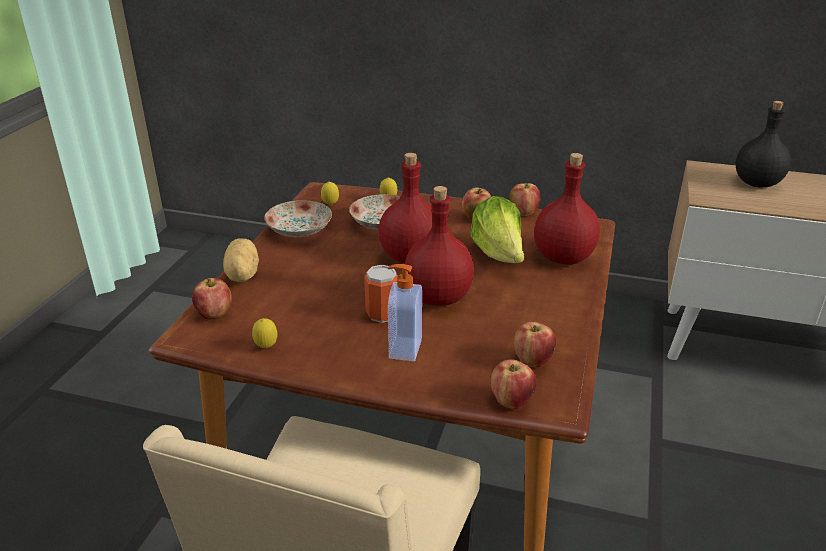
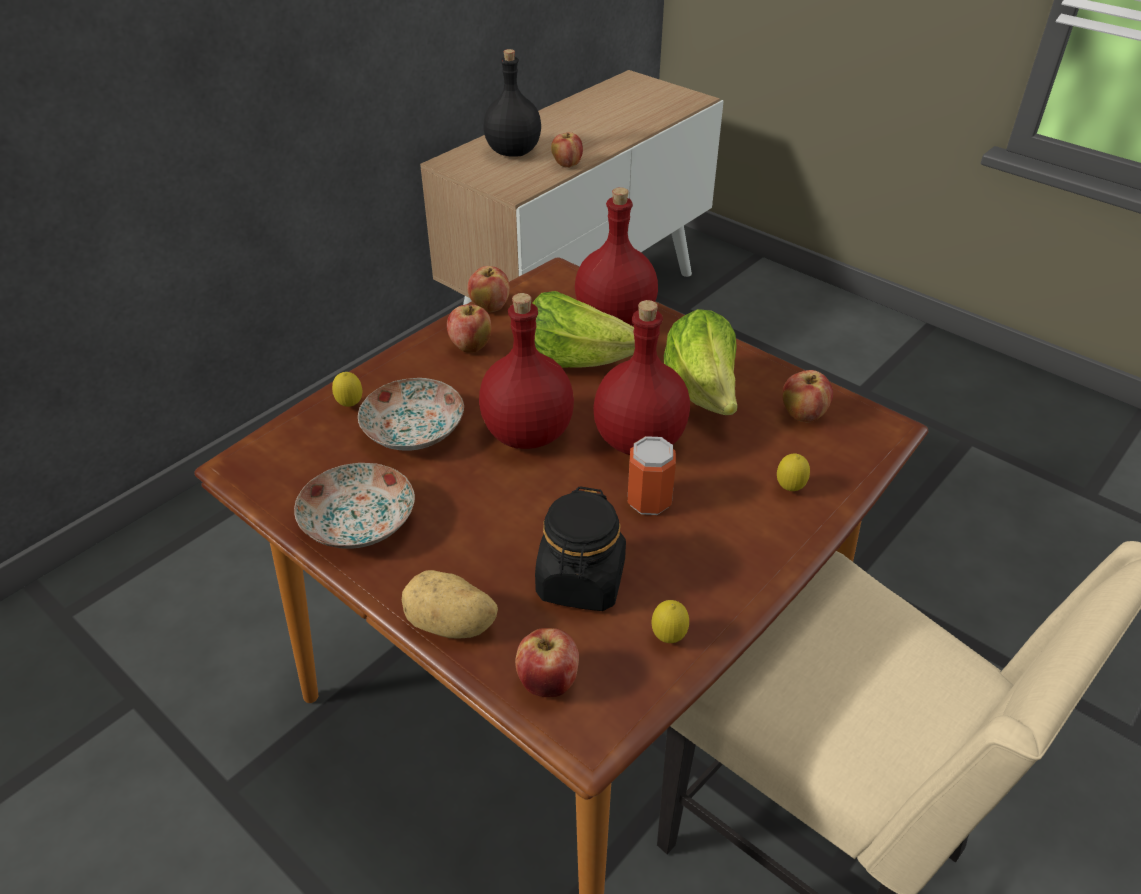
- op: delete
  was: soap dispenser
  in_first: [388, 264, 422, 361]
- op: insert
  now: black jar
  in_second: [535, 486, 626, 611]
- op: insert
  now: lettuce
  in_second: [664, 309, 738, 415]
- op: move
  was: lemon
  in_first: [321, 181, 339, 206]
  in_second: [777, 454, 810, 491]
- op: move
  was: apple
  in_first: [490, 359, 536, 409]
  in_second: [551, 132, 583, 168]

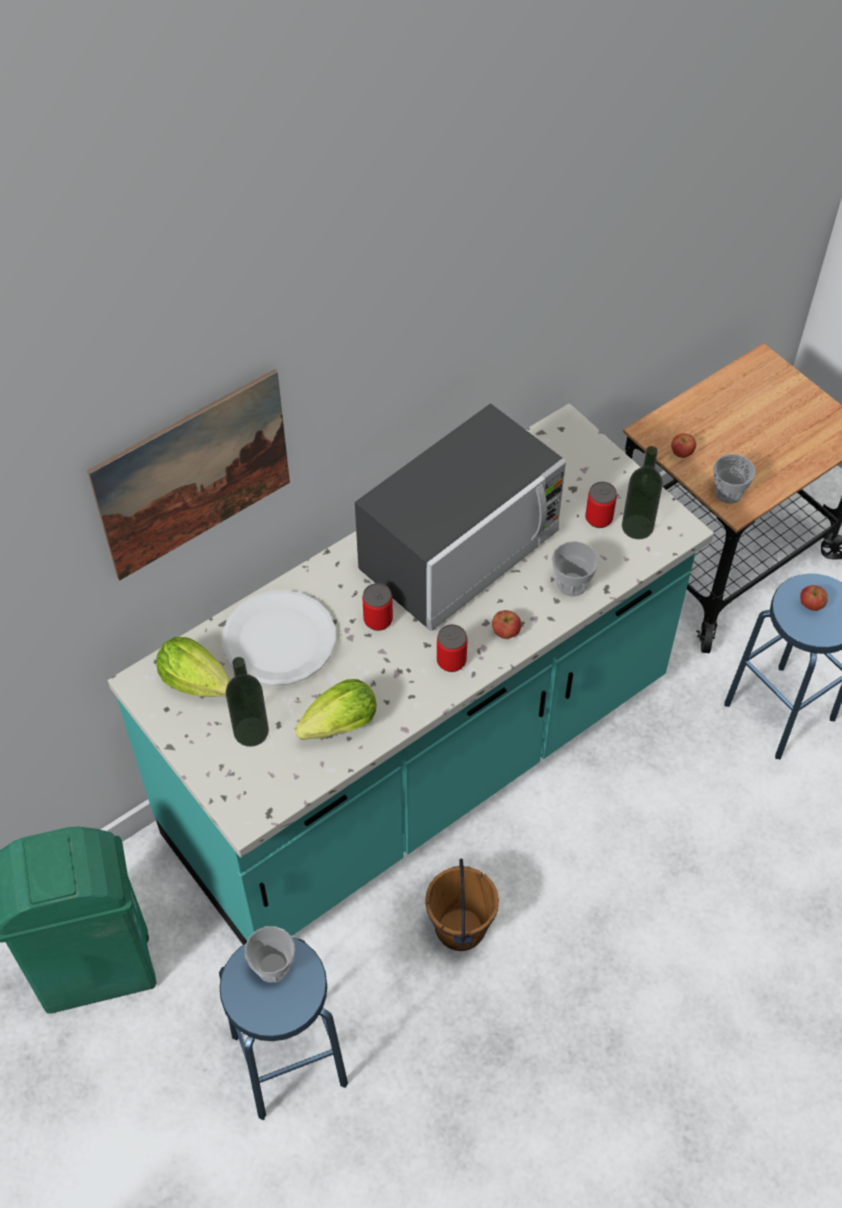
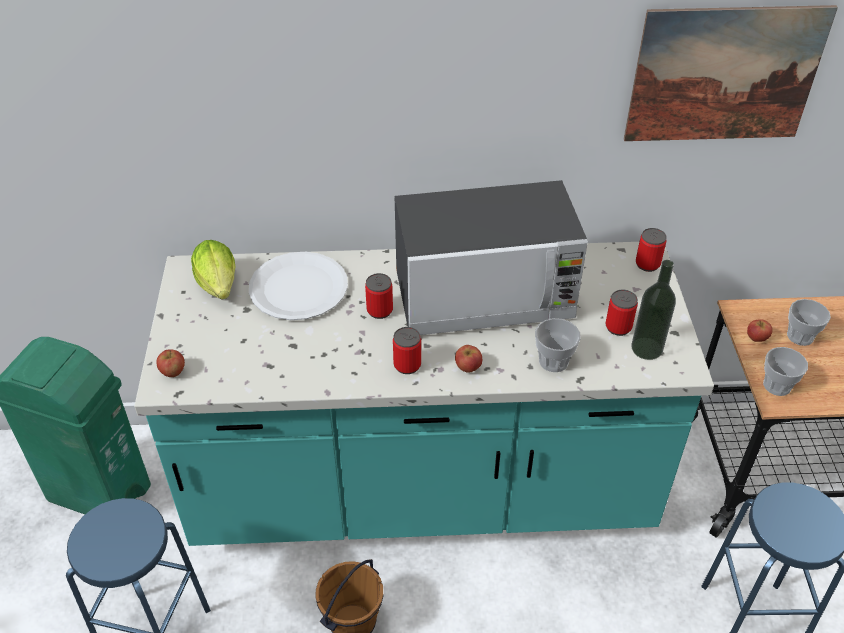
- op: delete
  was: bottle
  in_first: [226, 657, 269, 747]
- op: delete
  was: lettuce
  in_first: [295, 679, 376, 740]
- op: insert
  now: can
  in_second: [636, 228, 667, 272]
- op: move
  was: picture
  in_first: [87, 369, 290, 581]
  in_second: [624, 5, 838, 141]
- op: move
  was: cup
  in_first: [245, 926, 295, 983]
  in_second: [787, 299, 831, 346]
- op: move
  was: apple
  in_first: [800, 585, 828, 611]
  in_second: [156, 349, 185, 377]

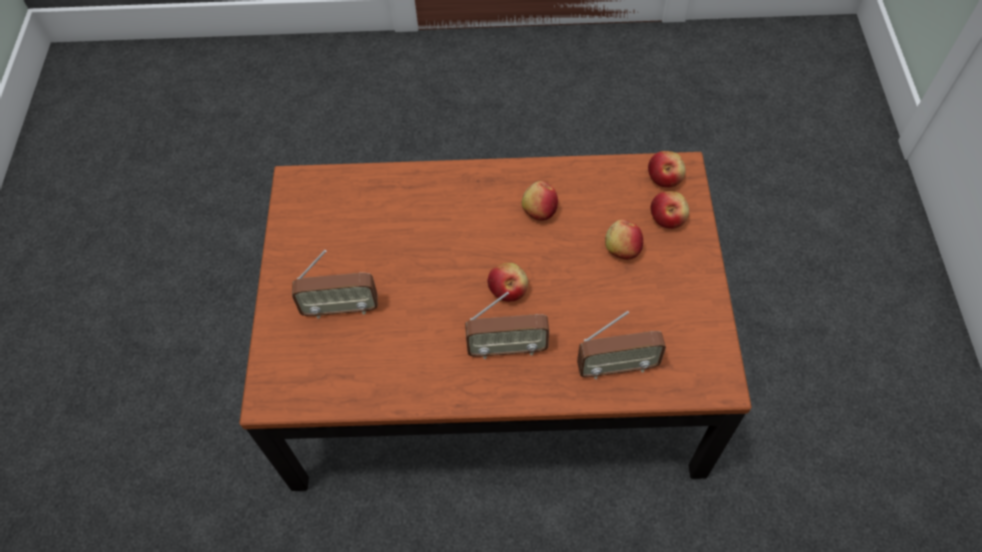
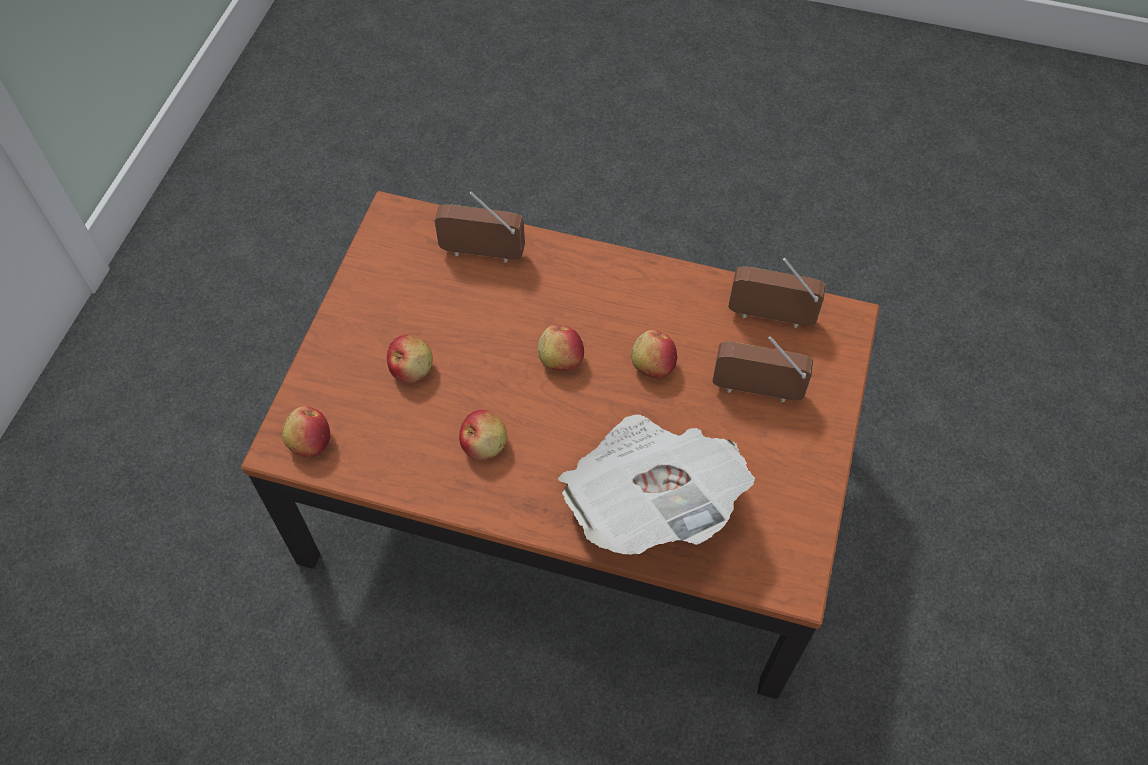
- op: insert
  now: newspaper
  in_second: [558, 414, 755, 555]
- op: move
  was: radio
  in_first: [465, 292, 549, 359]
  in_second: [728, 258, 826, 328]
- op: move
  was: apple
  in_first: [651, 191, 689, 229]
  in_second: [631, 330, 677, 379]

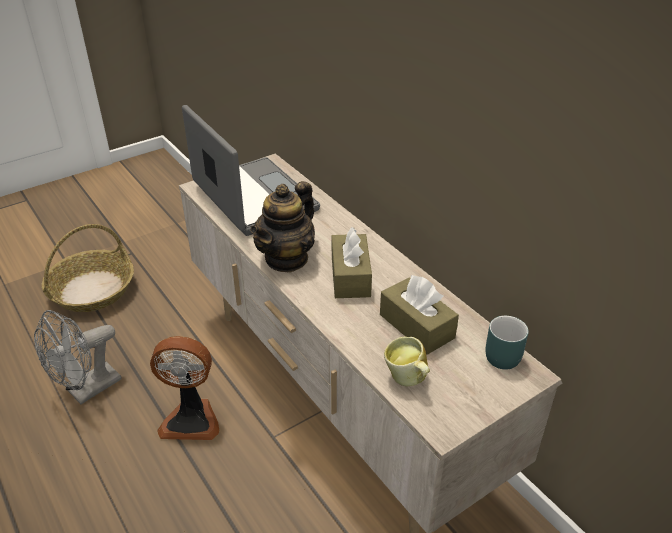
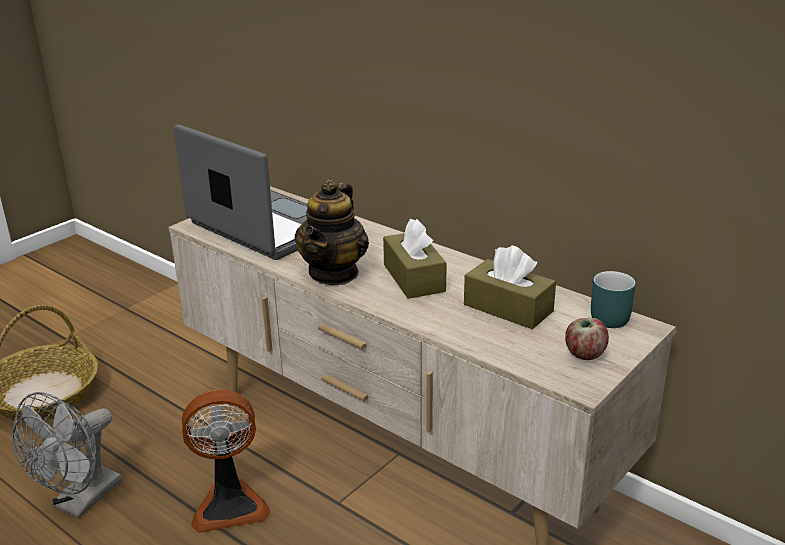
- op: delete
  was: mug
  in_first: [384, 337, 430, 386]
- op: insert
  now: apple
  in_second: [565, 318, 609, 360]

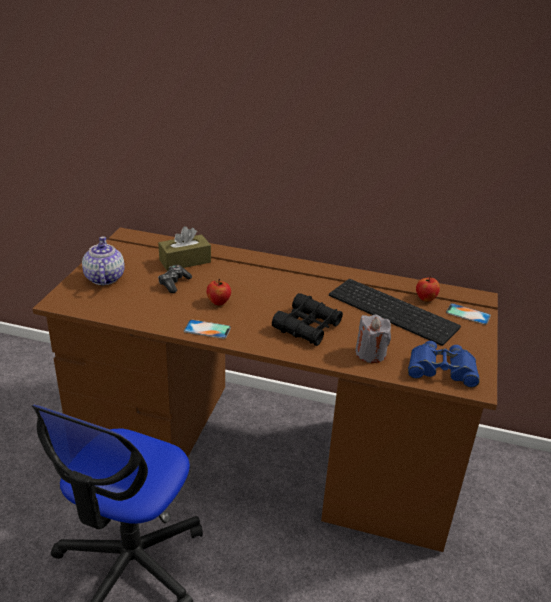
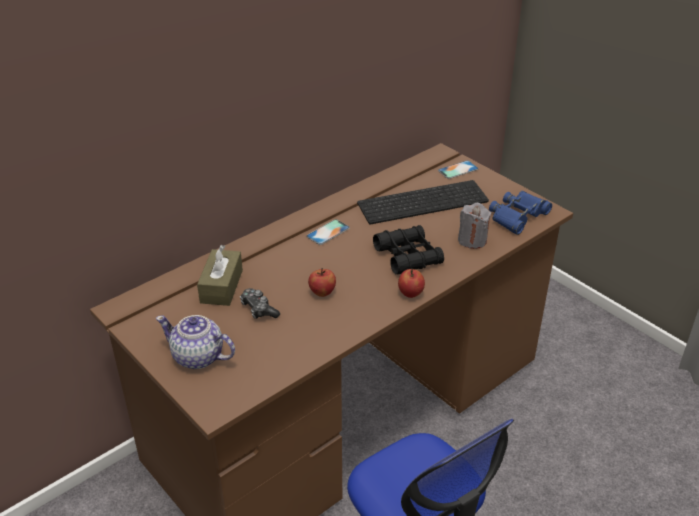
- op: move
  was: phone
  in_first: [184, 320, 231, 339]
  in_second: [306, 219, 350, 245]
- op: move
  was: apple
  in_first: [416, 275, 440, 302]
  in_second: [398, 269, 425, 298]

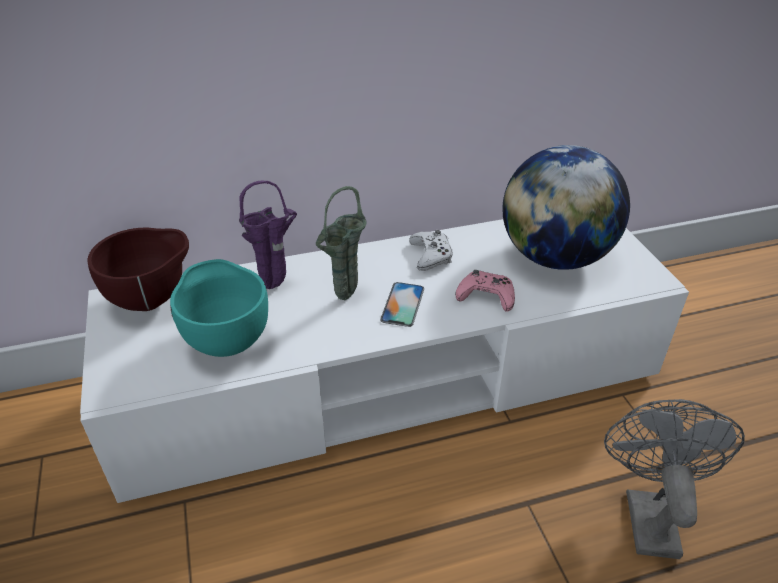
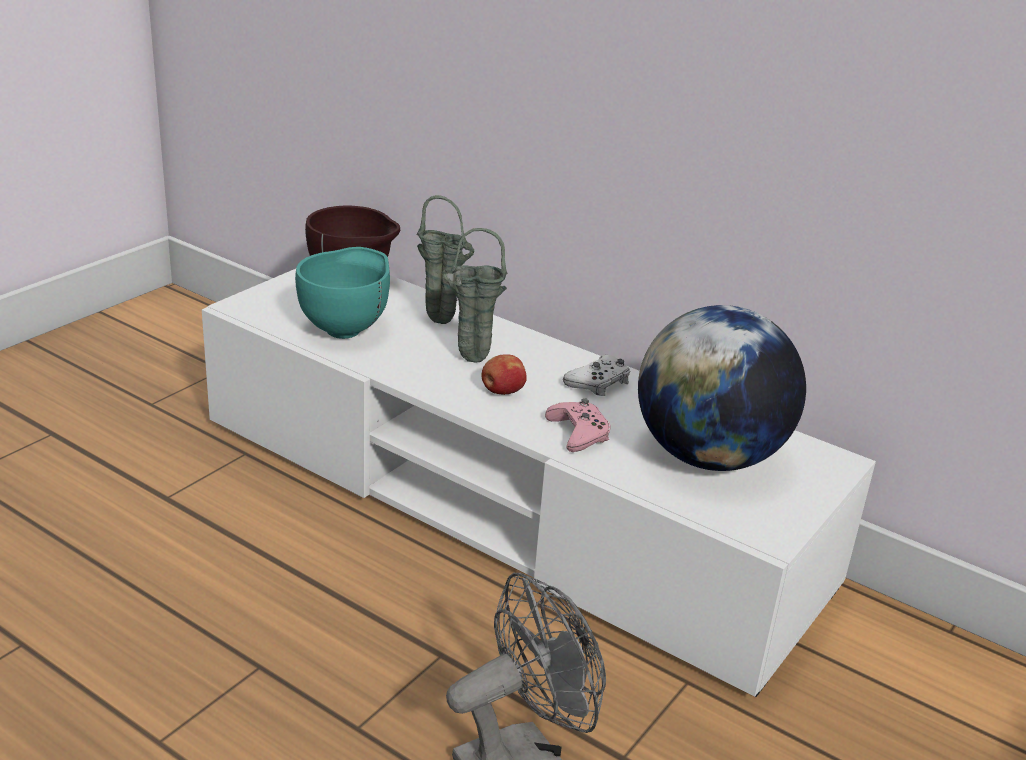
- op: replace
  was: phone
  now: apple
  in_first: [380, 282, 424, 327]
  in_second: [481, 354, 527, 395]
- op: recolor
  was: purple vase
  now: green vase
  in_first: [239, 181, 297, 289]
  in_second: [417, 195, 474, 324]

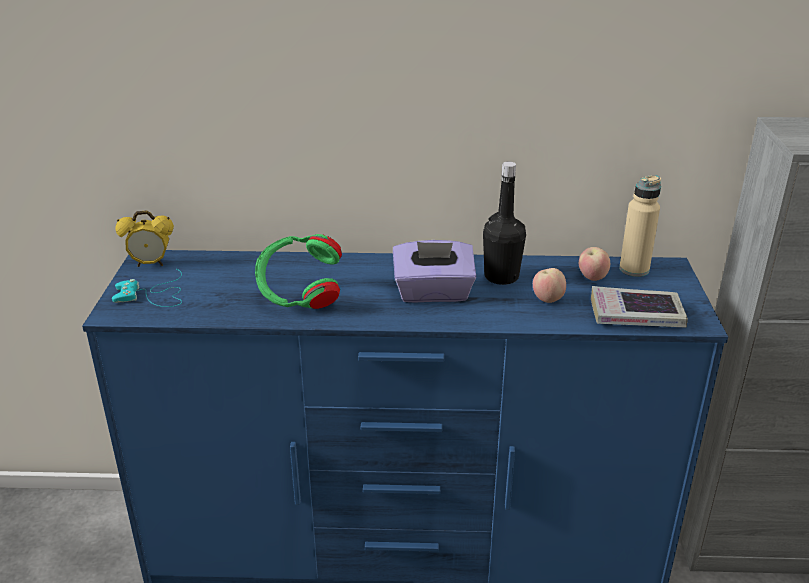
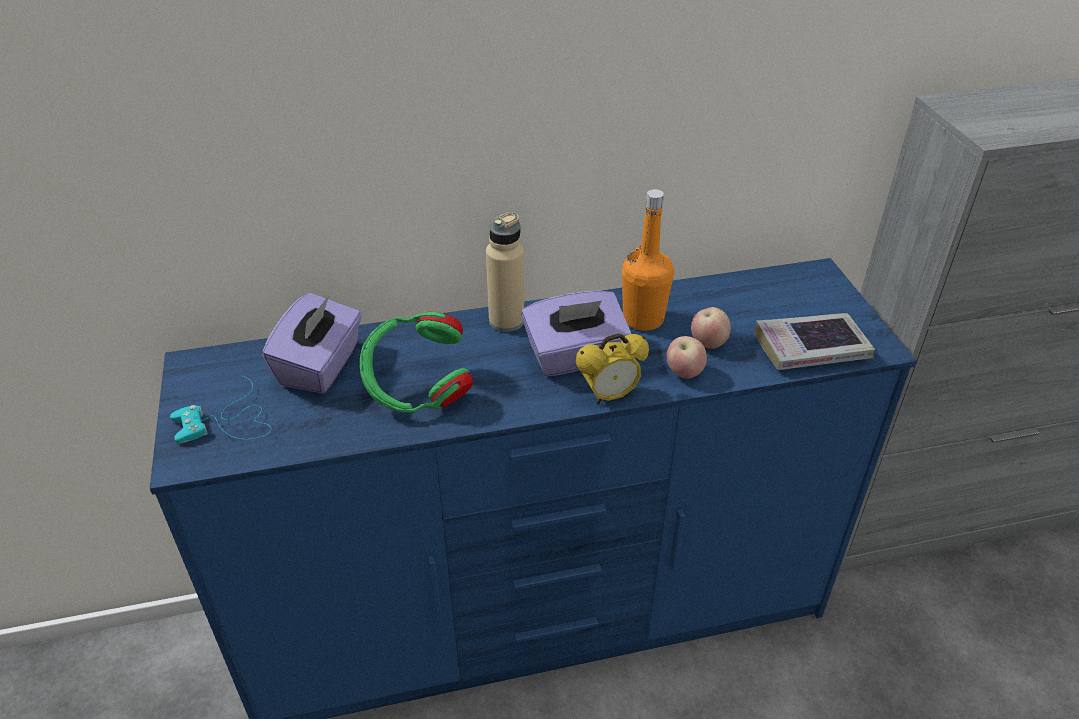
- op: insert
  now: purple tissue box
  in_second: [262, 292, 362, 394]
- op: move
  was: alarm clock
  in_first: [115, 210, 174, 267]
  in_second: [576, 333, 649, 404]
- op: move
  was: apple
  in_first: [579, 247, 610, 281]
  in_second: [667, 336, 707, 379]
- op: move
  was: beige bottle
  in_first: [619, 175, 661, 277]
  in_second: [486, 212, 524, 332]
- op: recolor
  was: black bottle
  now: orange bottle
  in_first: [483, 162, 526, 285]
  in_second: [622, 189, 674, 331]

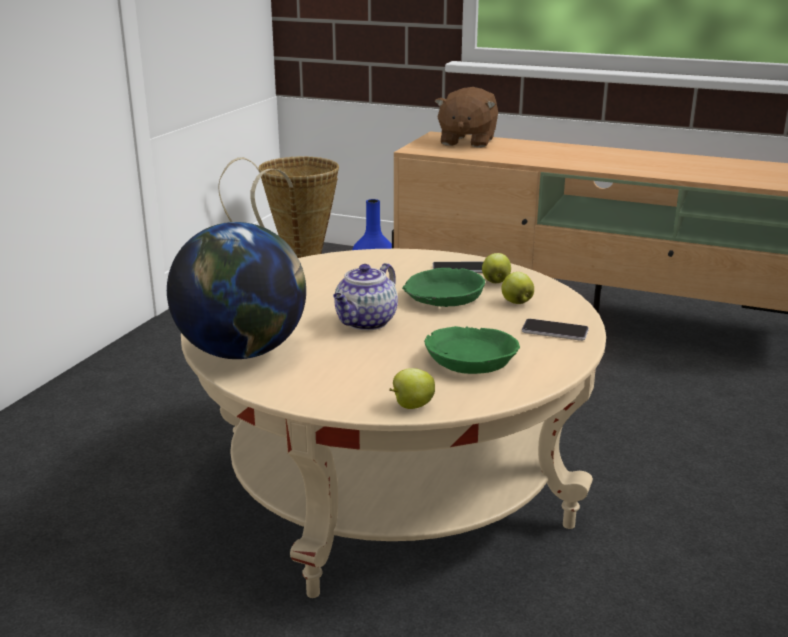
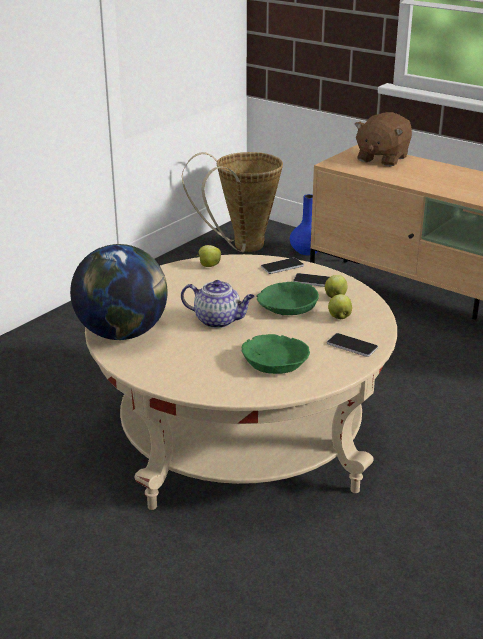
- op: insert
  now: phone
  in_second: [261, 258, 304, 274]
- op: move
  was: apple
  in_first: [389, 368, 435, 409]
  in_second: [196, 245, 221, 267]
- op: rotate
  was: teapot
  in_first: [333, 263, 398, 330]
  in_second: [181, 280, 255, 328]
  clockwise: -120

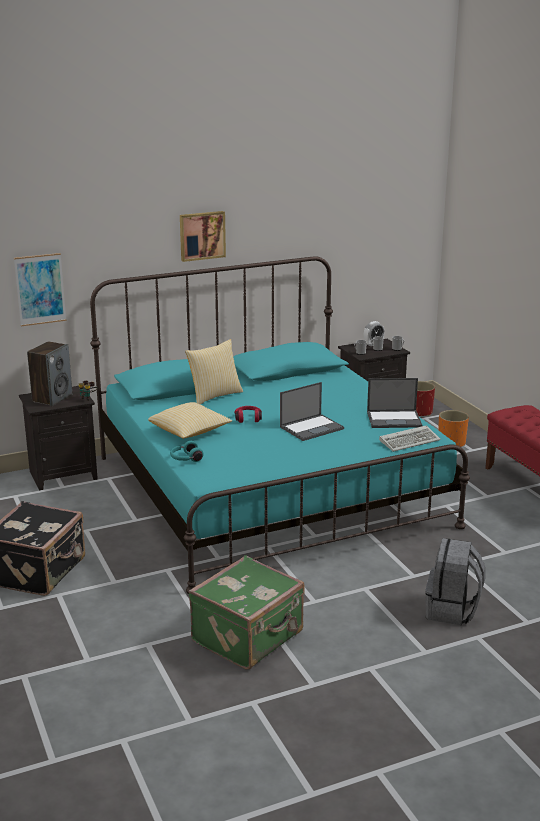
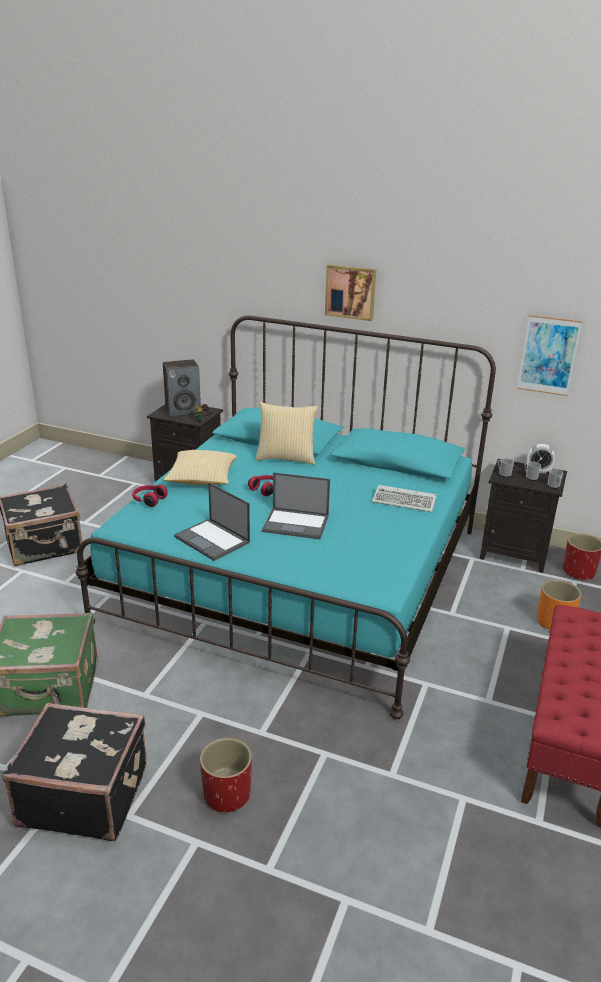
- op: insert
  now: black suitcase
  in_second: [2, 702, 147, 841]
- op: move
  was: picture
  in_first: [14, 253, 66, 326]
  in_second: [517, 315, 583, 396]
- op: move
  was: laptop
  in_first: [367, 378, 423, 428]
  in_second: [174, 483, 250, 561]
- op: move
  was: keyboard
  in_first: [379, 425, 441, 452]
  in_second: [372, 485, 437, 512]
- op: replace
  was: grey backpack
  now: red planter
  in_first: [426, 538, 485, 625]
  in_second: [200, 738, 252, 813]
- op: recolor
  was: turquoise headphones
  now: red headphones
  in_first: [170, 441, 204, 462]
  in_second: [132, 484, 168, 507]

